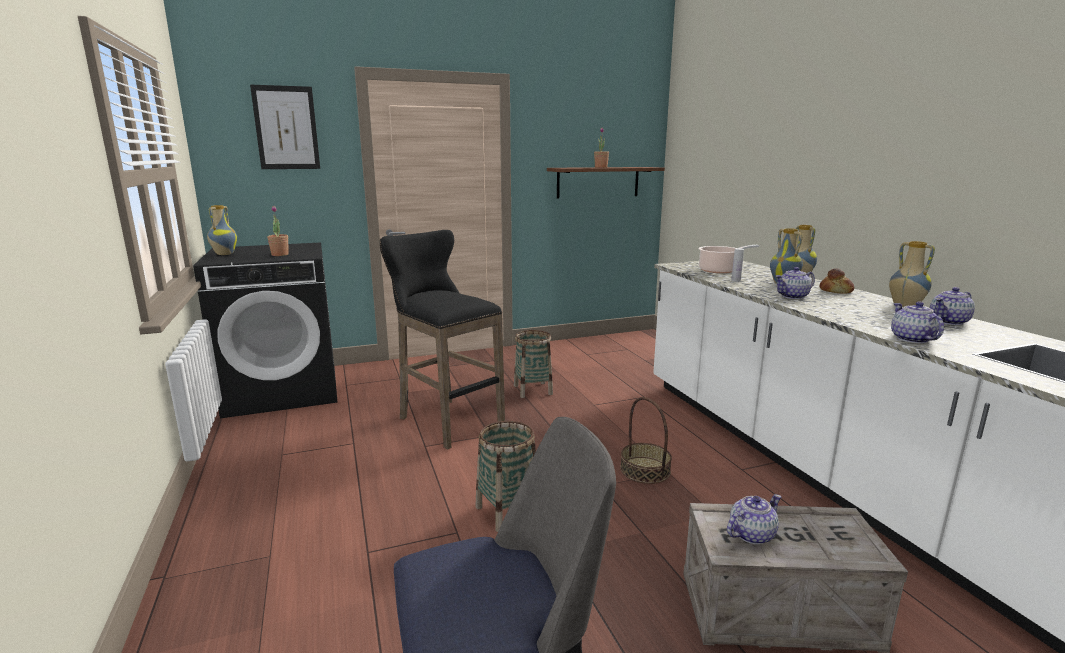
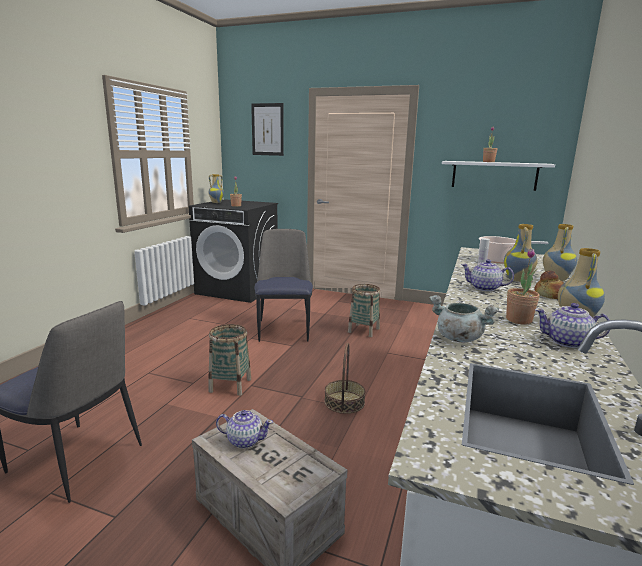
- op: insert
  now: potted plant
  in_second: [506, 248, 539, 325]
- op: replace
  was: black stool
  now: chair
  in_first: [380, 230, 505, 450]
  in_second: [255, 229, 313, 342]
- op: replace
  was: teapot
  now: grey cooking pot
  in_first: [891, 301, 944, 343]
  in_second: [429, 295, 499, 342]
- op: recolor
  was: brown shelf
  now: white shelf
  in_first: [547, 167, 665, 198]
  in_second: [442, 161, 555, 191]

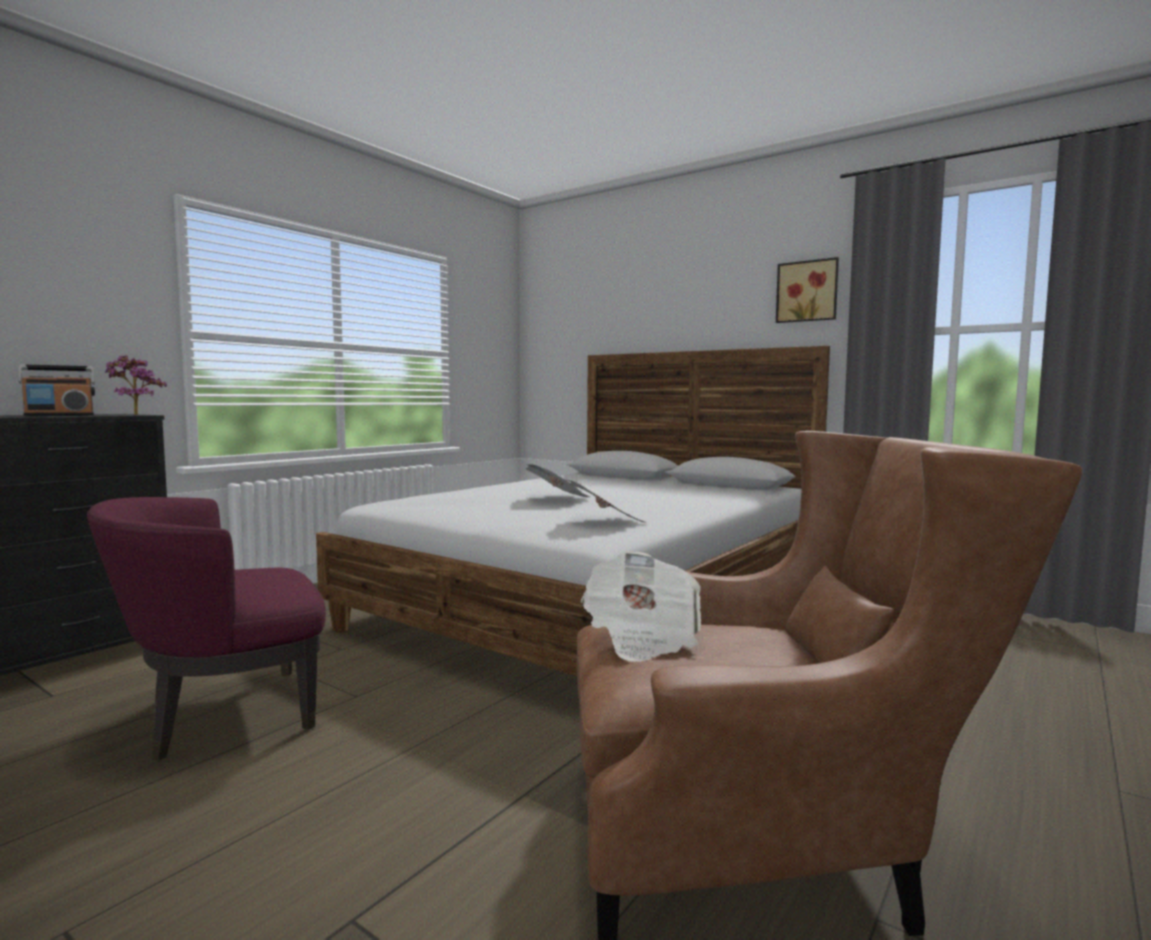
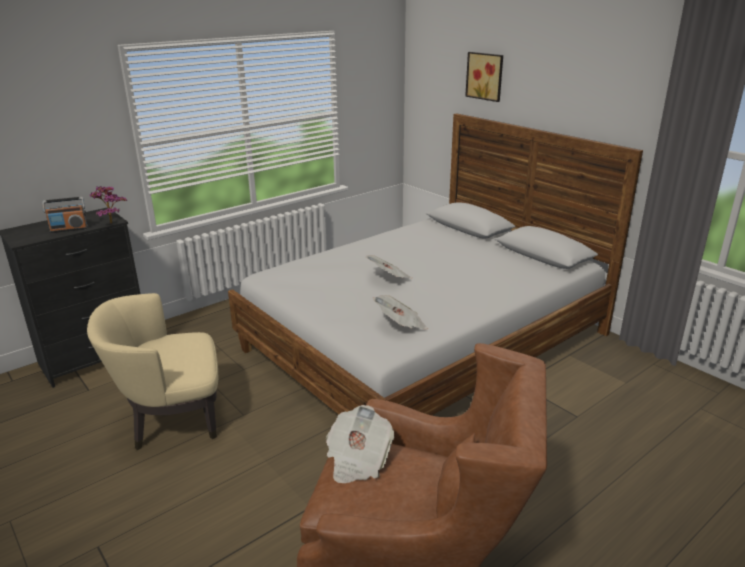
- op: move
  was: picture
  in_first: [776, 257, 839, 323]
  in_second: [465, 52, 503, 102]
- op: recolor
  was: purple armchair
  now: beige armchair
  in_first: [87, 497, 326, 761]
  in_second: [87, 293, 218, 450]

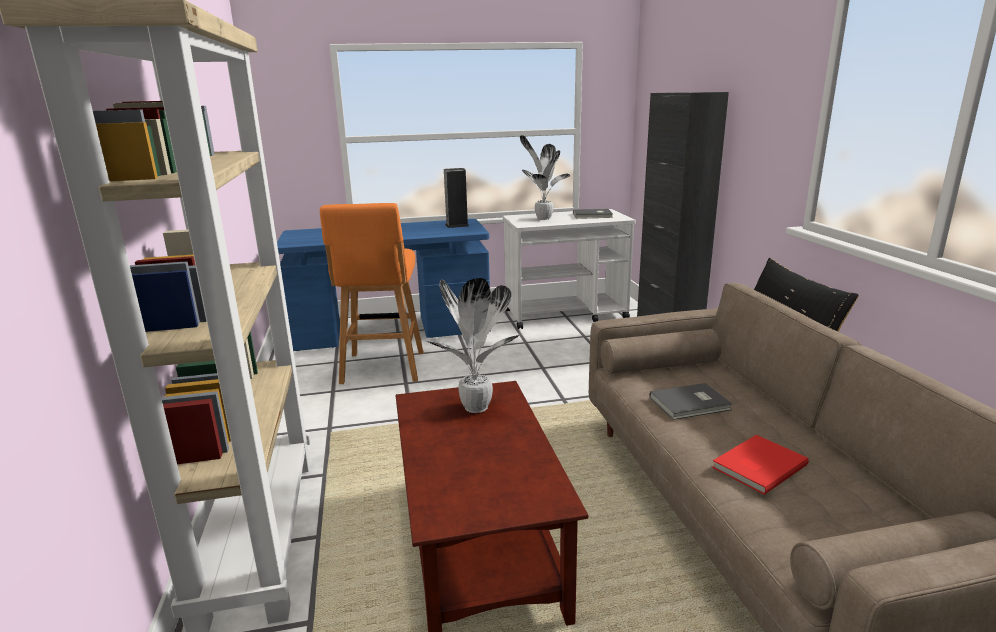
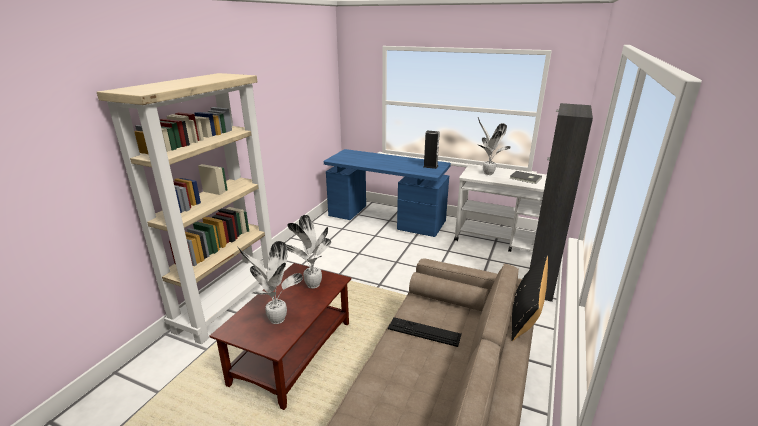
- op: delete
  was: orange stool
  in_first: [320, 203, 424, 384]
- op: delete
  was: red book
  in_first: [712, 435, 809, 495]
- op: insert
  now: potted plant
  in_second: [238, 241, 303, 324]
- op: replace
  was: grey book
  now: keyboard
  in_first: [649, 383, 733, 420]
  in_second: [388, 317, 462, 347]

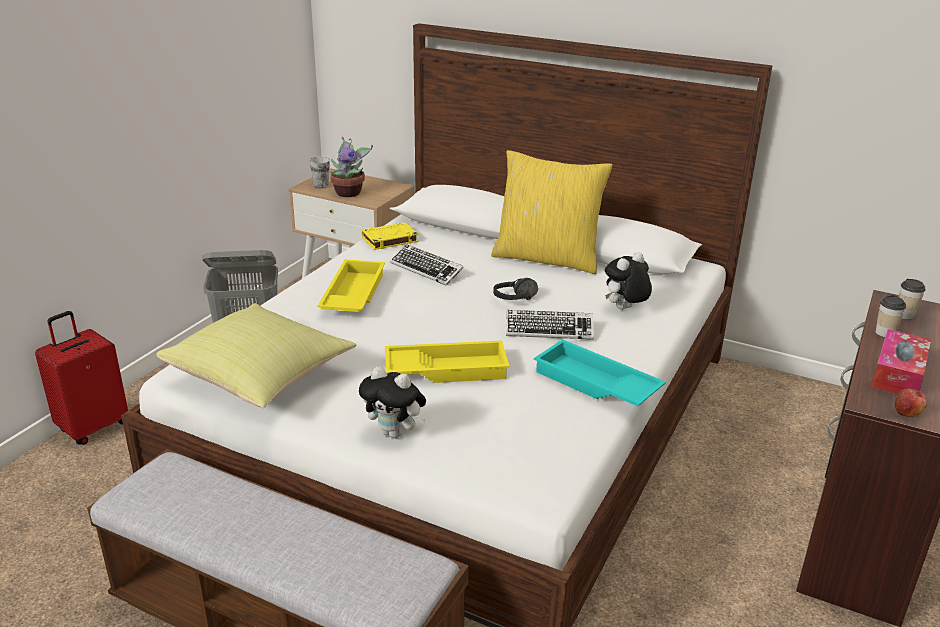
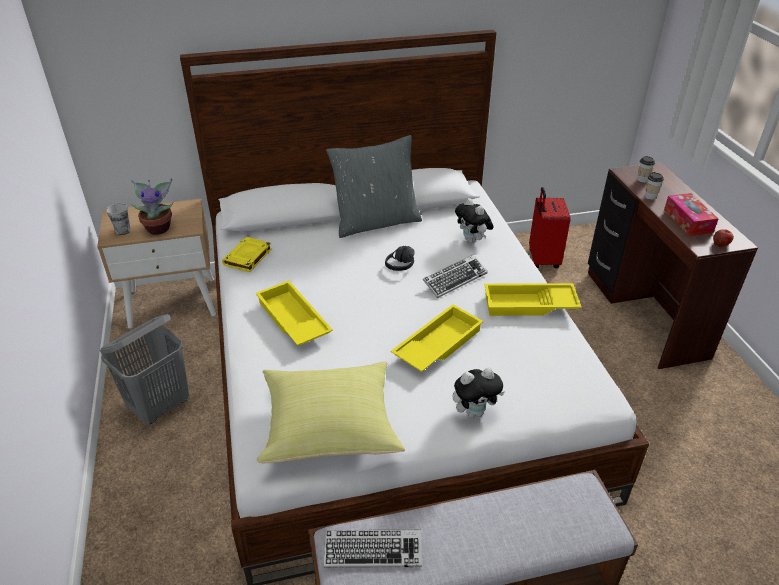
- op: move
  was: red suitcase
  in_first: [35, 311, 128, 445]
  in_second: [529, 187, 571, 268]
- op: move
  was: keyboard
  in_first: [390, 244, 464, 286]
  in_second: [324, 530, 422, 568]
- op: recolor
  was: yellow pillow
  now: grey pillow
  in_first: [491, 150, 613, 274]
  in_second: [326, 135, 422, 238]
- op: recolor
  was: turquoise tray
  now: yellow tray
  in_first: [534, 339, 666, 406]
  in_second: [484, 283, 581, 316]
- op: rotate
  was: plush toy
  in_first: [605, 252, 652, 309]
  in_second: [455, 198, 494, 243]
  clockwise: -45

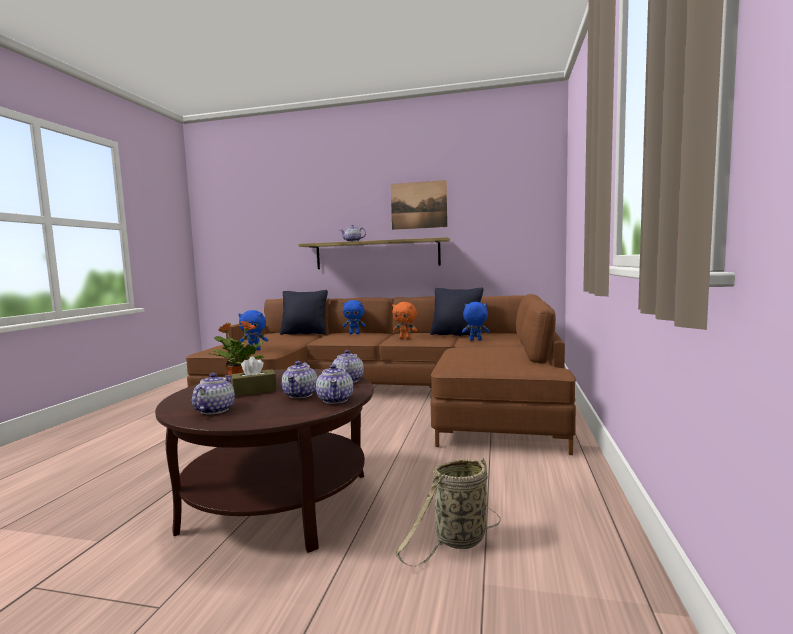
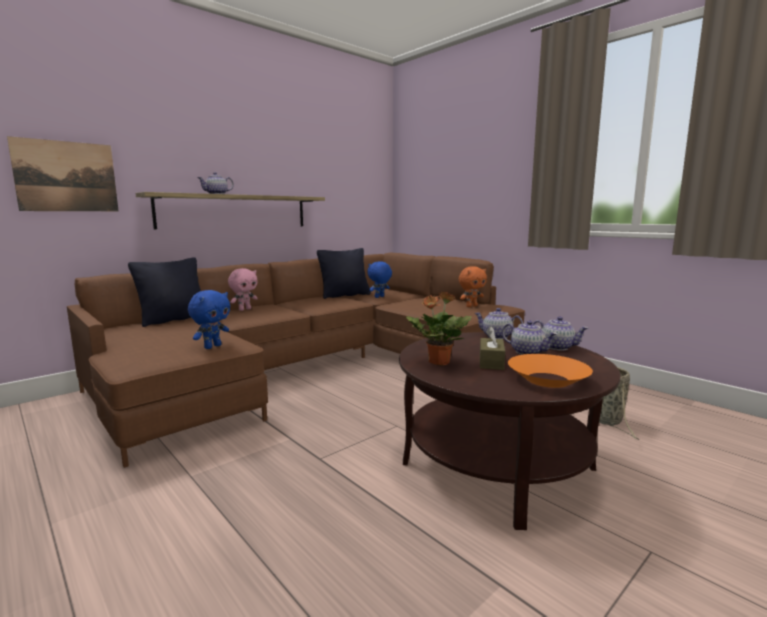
- op: move
  was: picture
  in_first: [391, 180, 447, 230]
  in_second: [7, 136, 119, 211]
- op: move
  was: orange plush toy
  in_first: [392, 302, 417, 339]
  in_second: [459, 266, 487, 307]
- op: replace
  was: teapot
  now: orange bowl
  in_first: [192, 373, 235, 414]
  in_second: [508, 354, 593, 388]
- op: recolor
  was: blue plush toy
  now: pink plush toy
  in_first: [342, 300, 366, 334]
  in_second: [228, 268, 258, 311]

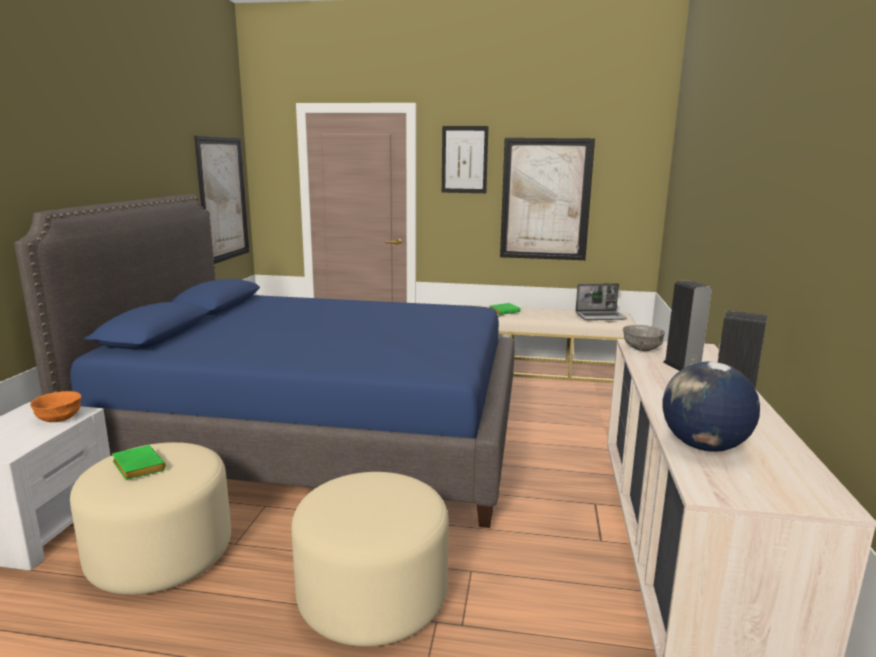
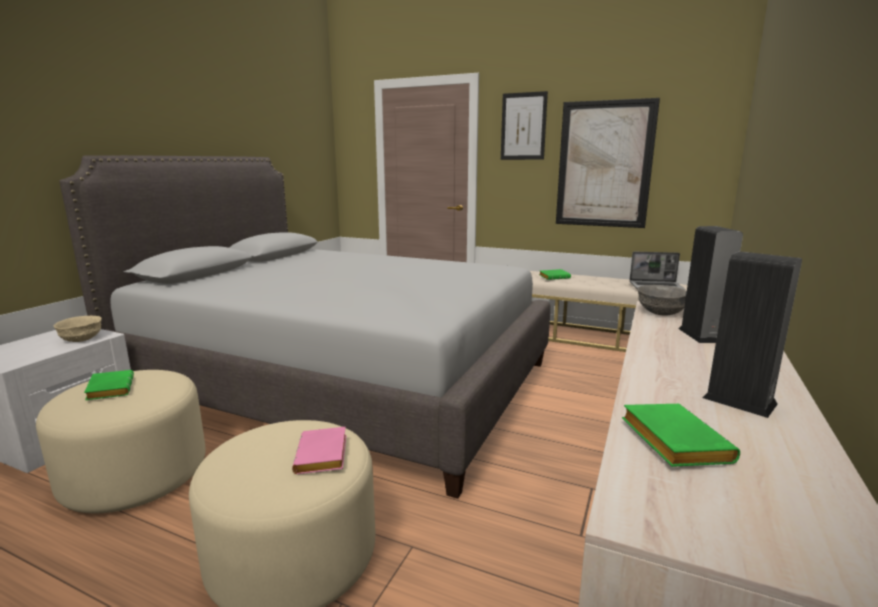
- op: delete
  was: picture
  in_first: [194, 136, 249, 264]
- op: insert
  now: pink book
  in_second: [292, 427, 347, 474]
- op: replace
  was: globe
  now: green book
  in_first: [663, 362, 760, 452]
  in_second: [622, 404, 740, 467]
- op: recolor
  was: blue bed
  now: grey bed
  in_first: [14, 194, 515, 528]
  in_second: [60, 155, 550, 499]
- op: recolor
  was: orange bowl
  now: beige bowl
  in_first: [30, 391, 81, 422]
  in_second: [54, 316, 102, 342]

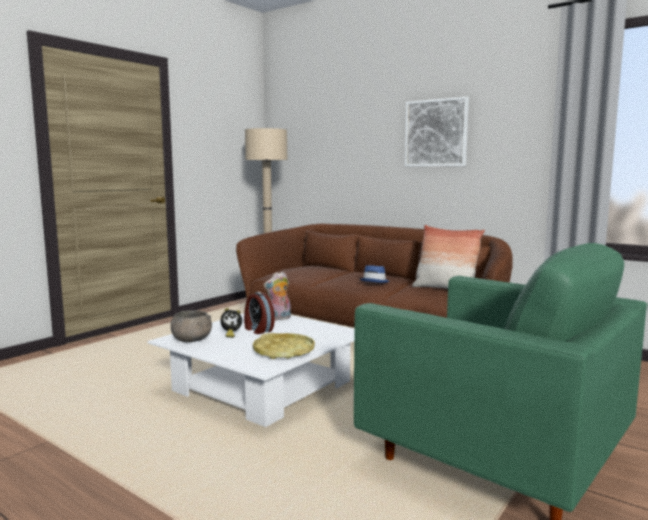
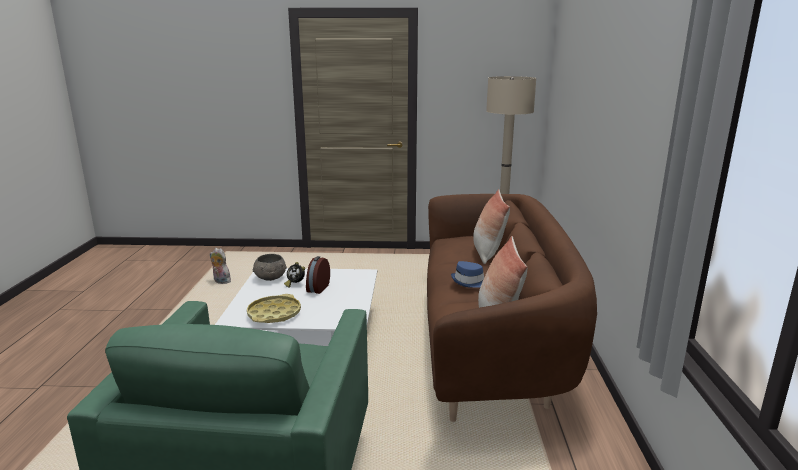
- op: delete
  was: picture
  in_first: [405, 97, 469, 167]
- op: insert
  now: pillow
  in_second: [473, 189, 510, 264]
- op: move
  was: plush toy
  in_first: [264, 272, 291, 320]
  in_second: [210, 248, 231, 284]

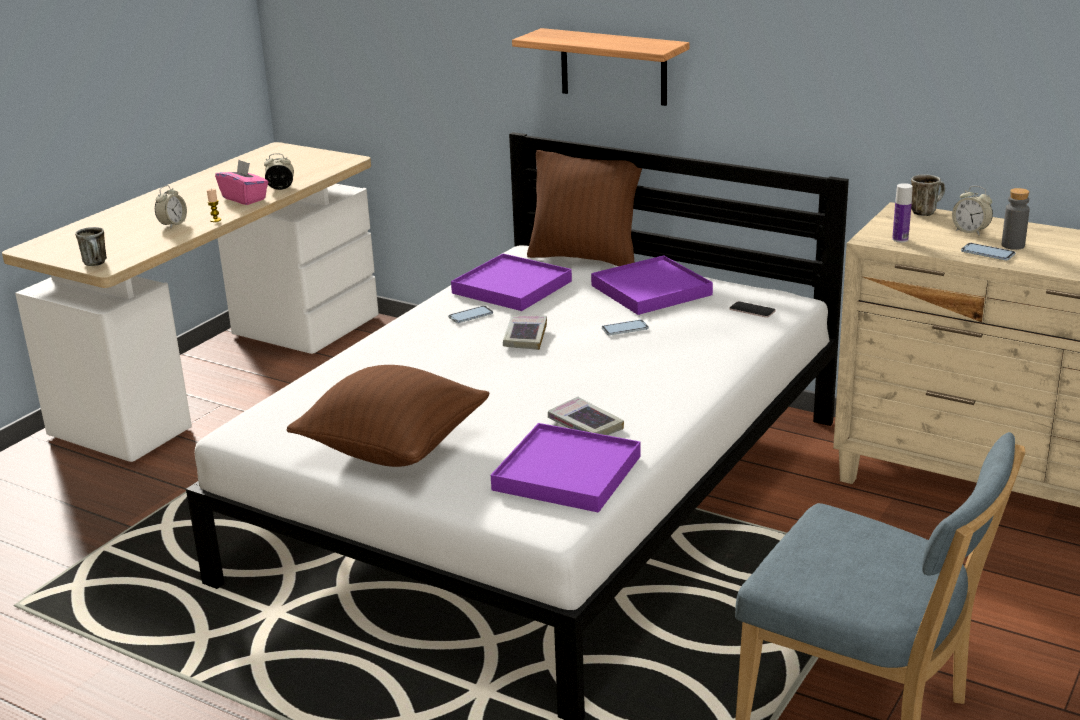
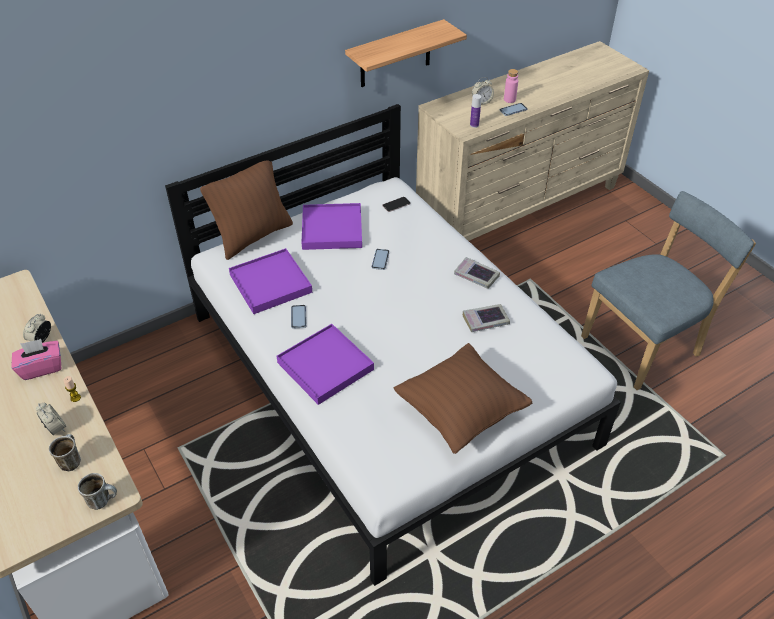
- op: move
  was: purple tray
  in_first: [491, 423, 640, 513]
  in_second: [277, 324, 374, 405]
- op: move
  was: book
  in_first: [503, 315, 547, 350]
  in_second: [454, 257, 500, 289]
- op: move
  was: shelf
  in_first: [512, 28, 690, 106]
  in_second: [345, 19, 467, 87]
- op: move
  was: mug
  in_first: [911, 174, 945, 216]
  in_second: [49, 434, 81, 472]
- op: recolor
  was: grey bottle
  now: pink bottle
  in_first: [1002, 188, 1030, 250]
  in_second: [504, 69, 518, 103]

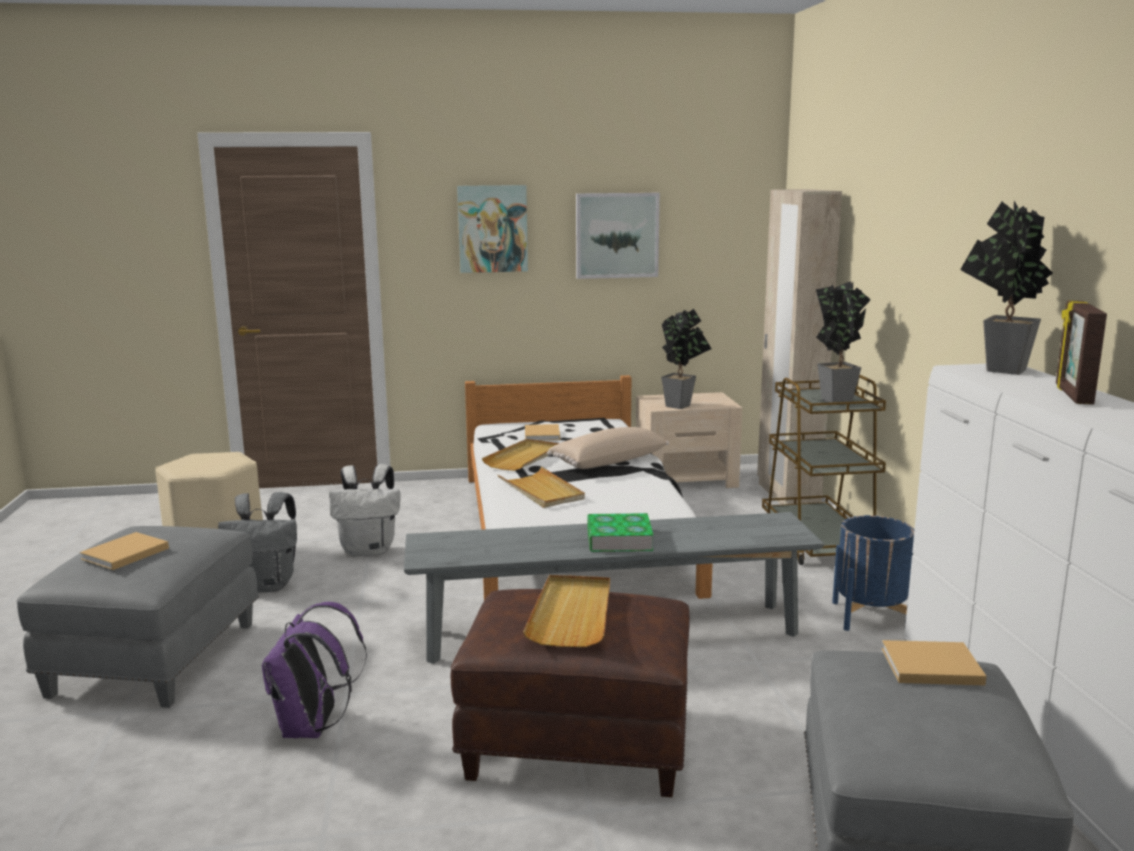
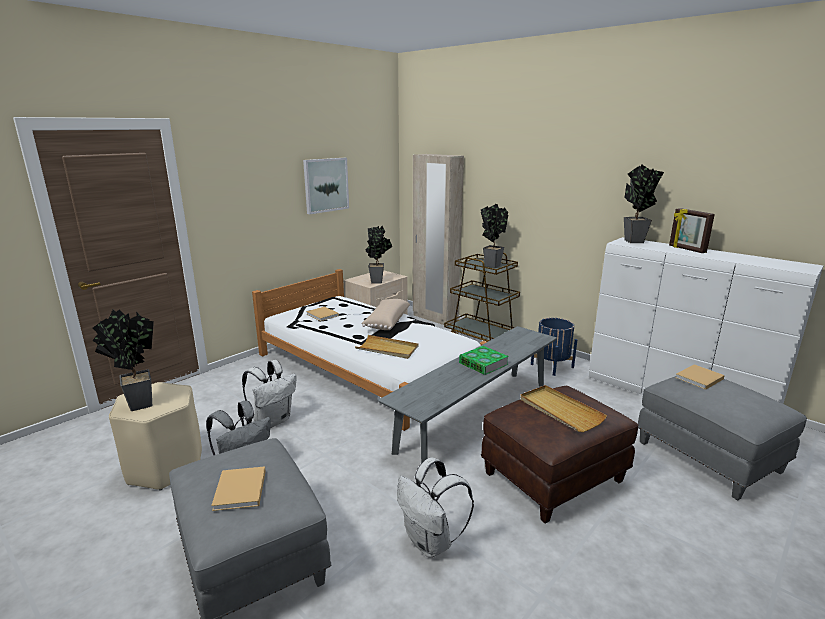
- op: delete
  was: picture
  in_first: [457, 185, 528, 273]
- op: delete
  was: beige tray
  in_first: [482, 439, 559, 471]
- op: insert
  now: potted plant
  in_second: [92, 309, 154, 411]
- op: recolor
  was: purple backpack
  now: white backpack
  in_first: [262, 602, 367, 738]
  in_second: [397, 457, 474, 558]

